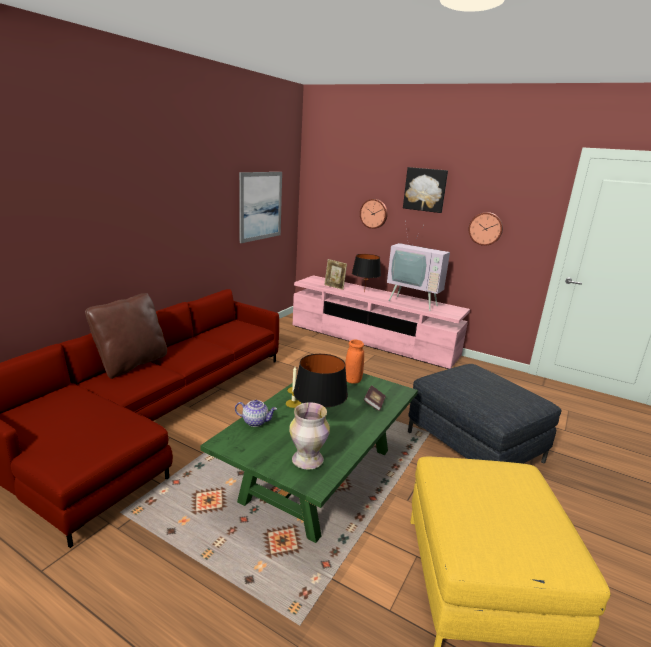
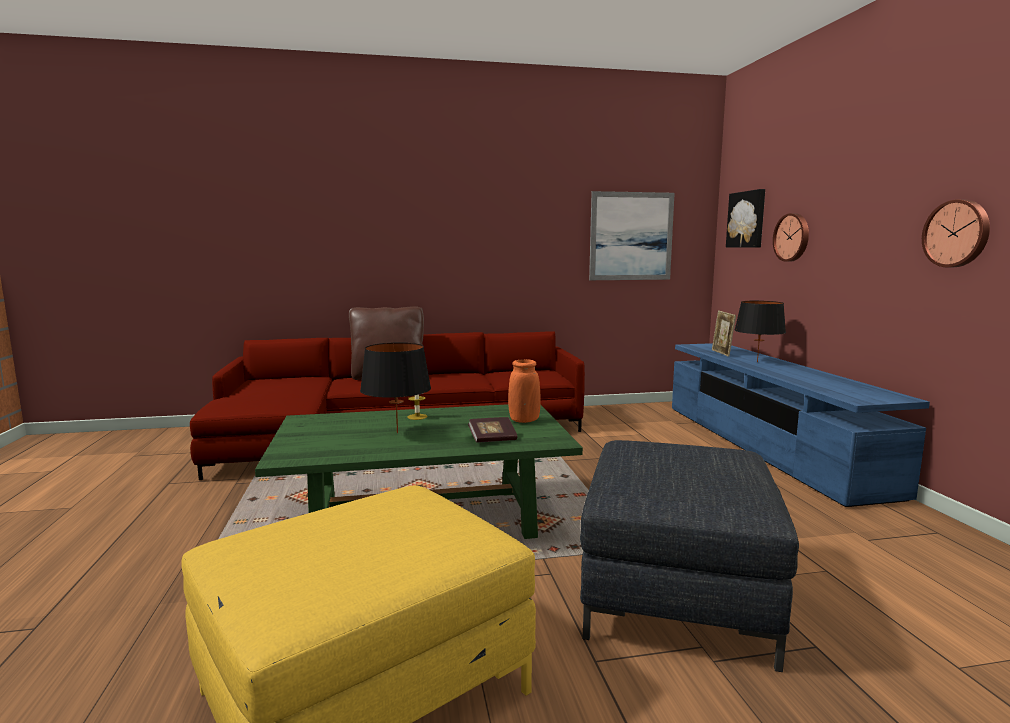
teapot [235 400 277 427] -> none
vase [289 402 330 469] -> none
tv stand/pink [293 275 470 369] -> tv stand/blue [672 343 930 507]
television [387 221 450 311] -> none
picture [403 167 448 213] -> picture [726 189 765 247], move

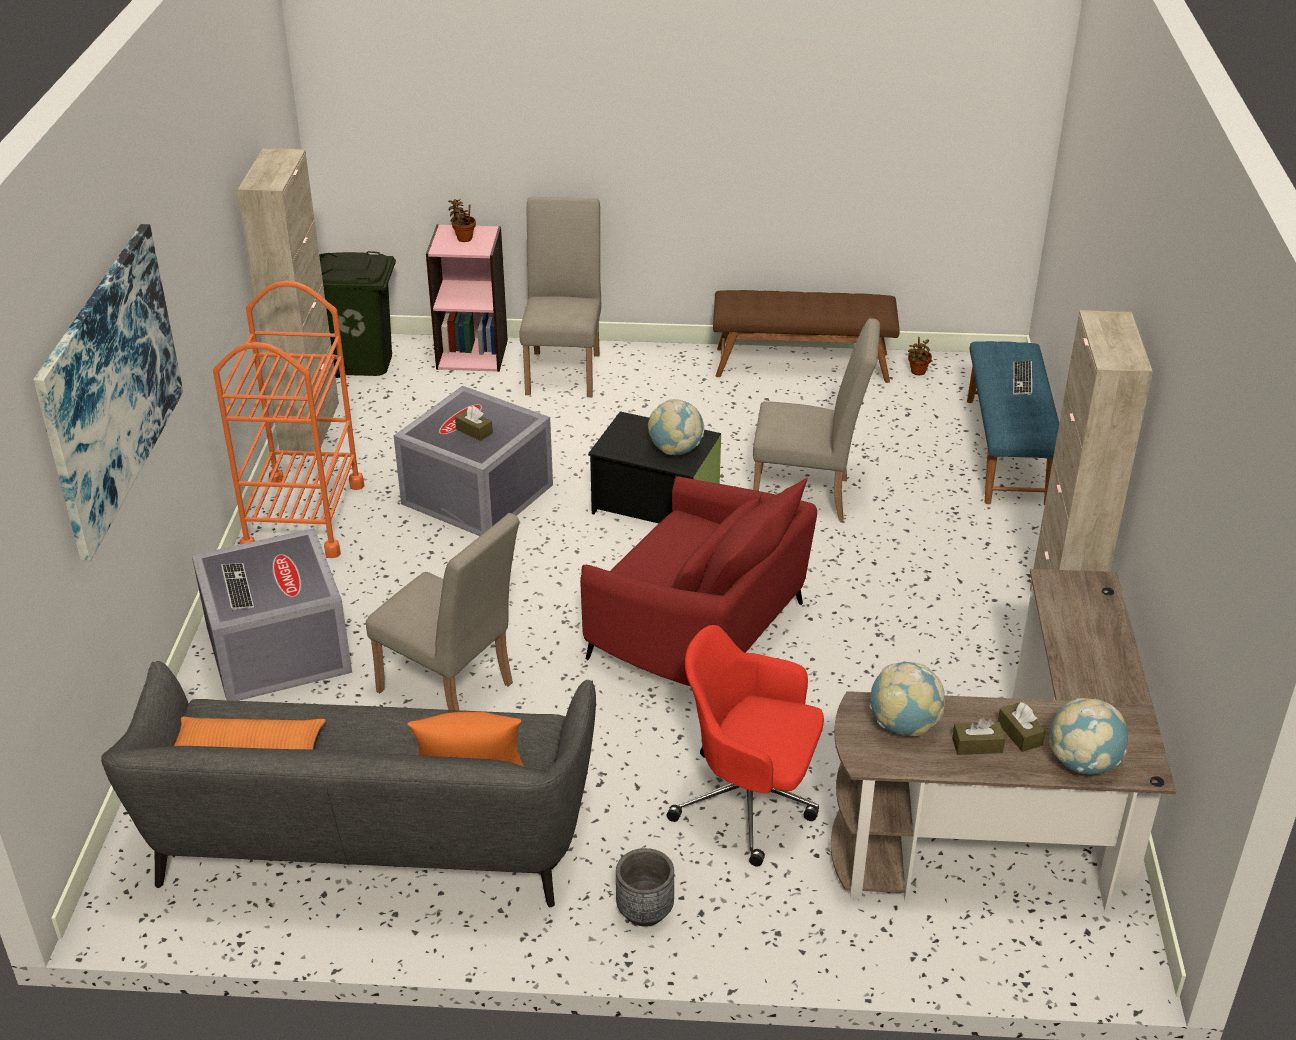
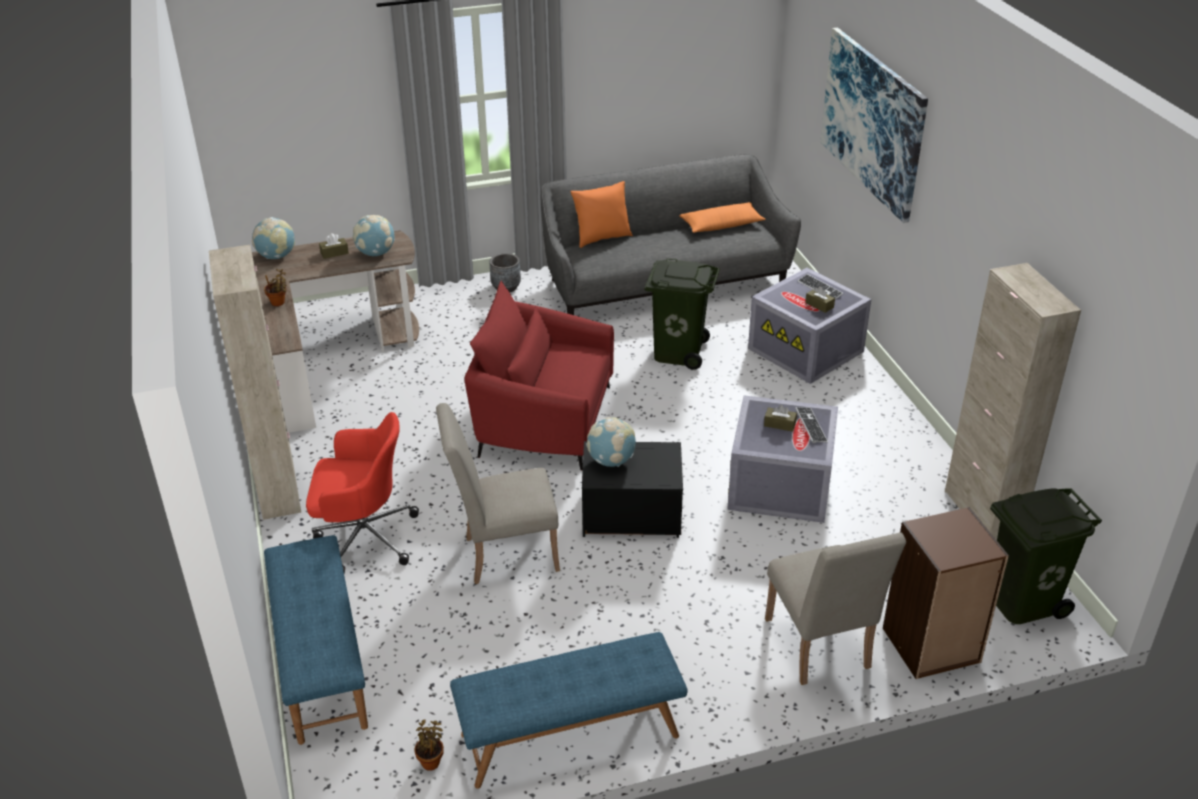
cart/orange [213 281 364 558] -> none
chair/beige [366 513 520 710] -> trash can/green [644 259 720 369]
bookcase/pink [426 224 508 372] -> bookcase/brown [883 507 1009 679]
potted plant [448 199 476 242] -> potted plant [264 269 287 306], move
office chair/red [667 625 824 867] -> office chair/red [306 412 419 573], move
bench/brown [713 290 900 383] -> bench/blue [450 632 688 789]
tissue box/brown [998 702 1045 752] -> tissue box/brown [805 287 835 313], move
keyboard [1013 361 1032 395] -> keyboard [796 407 828 443], move

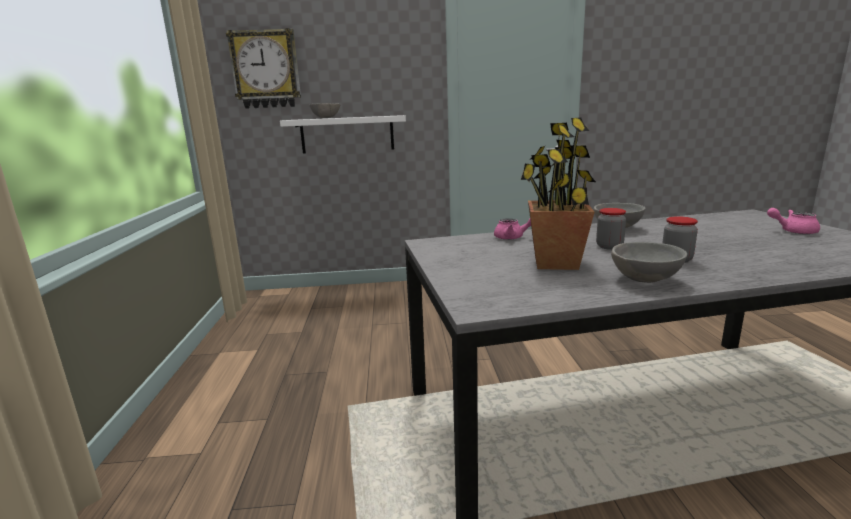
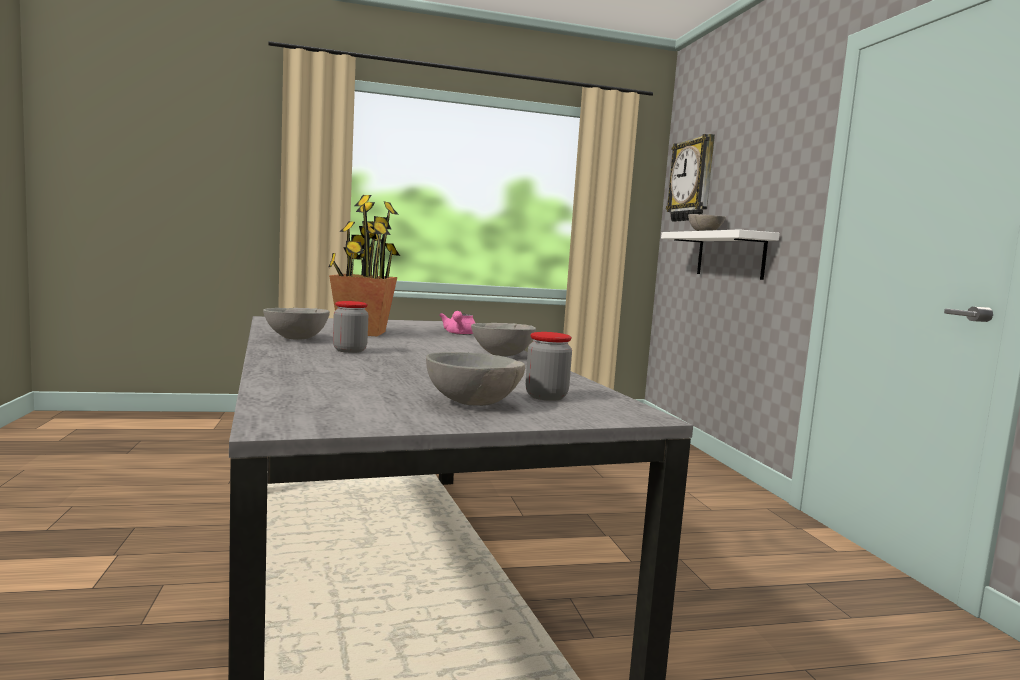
jar [596 208 626 250] -> jar [525 332 572 401], move
teapot/pink [767 208 820 234] -> bowl/grey [426 352 525 406]

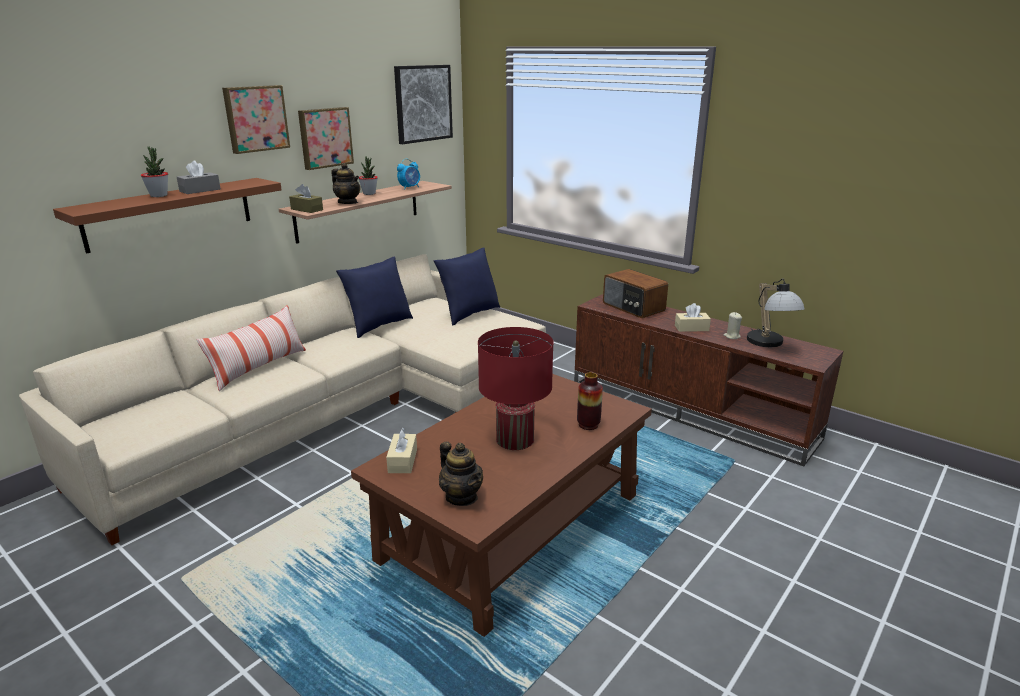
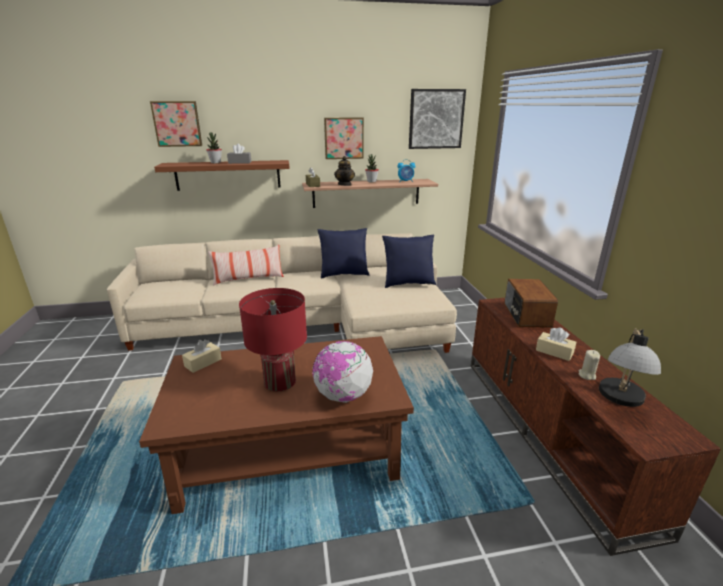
picture [222 85 290 154] -> picture [150 101 202 147], move
teapot [439 441 483 506] -> none
vase [577 372 603 430] -> globe [313 341 373 403]

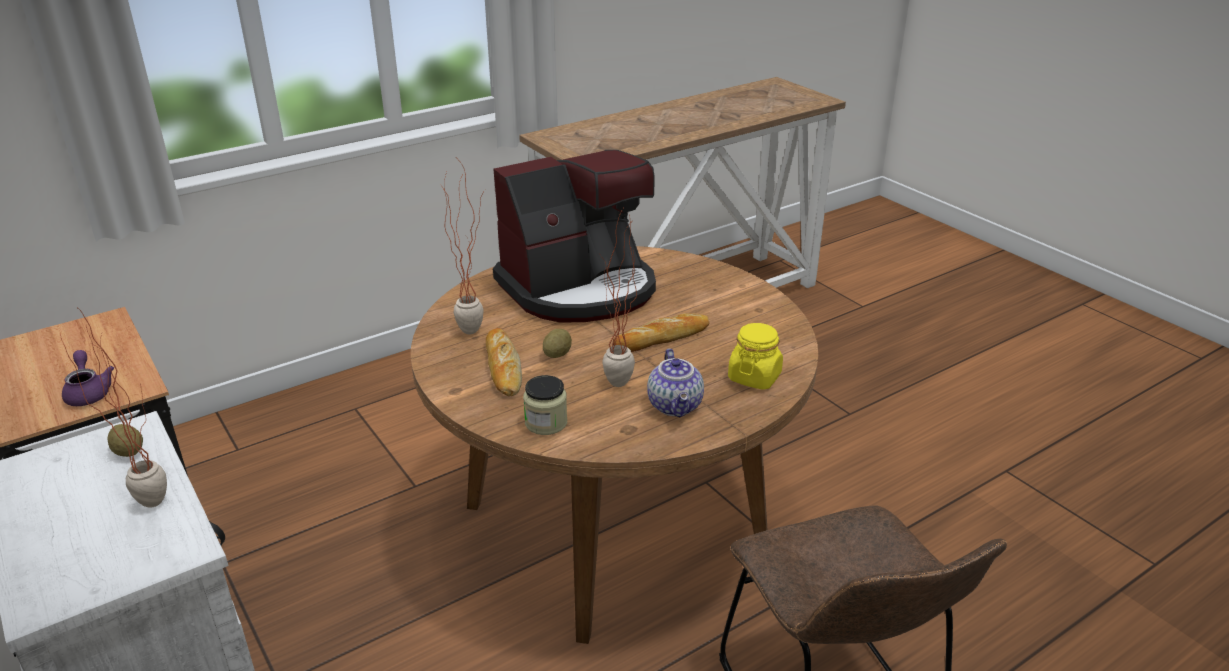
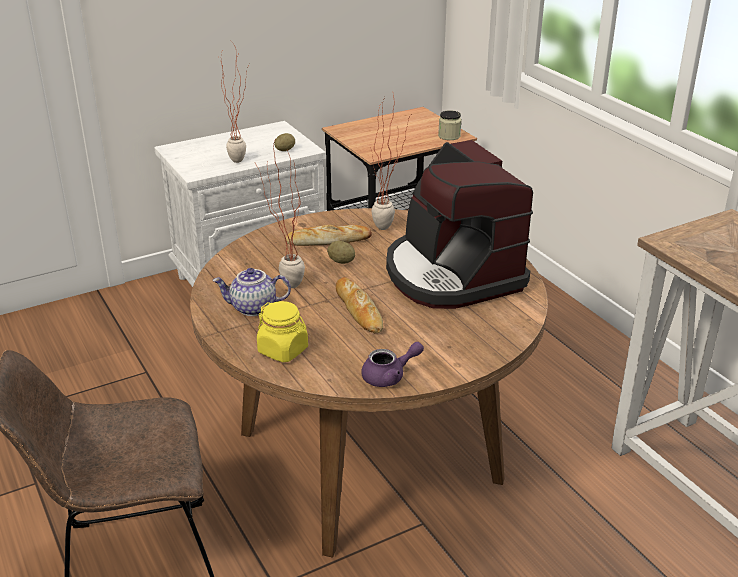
teapot/purple [62 350 114 406] -> teapot/purple [361 342 424 387], move
jar [523 375 567 435] -> jar [438 110 462 140], move

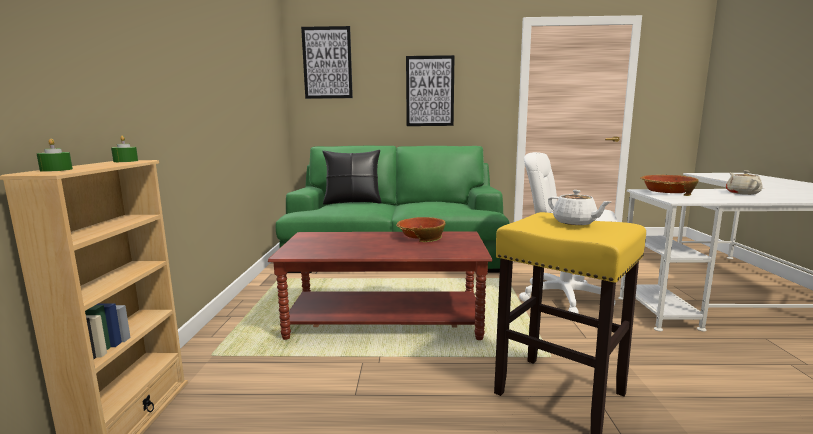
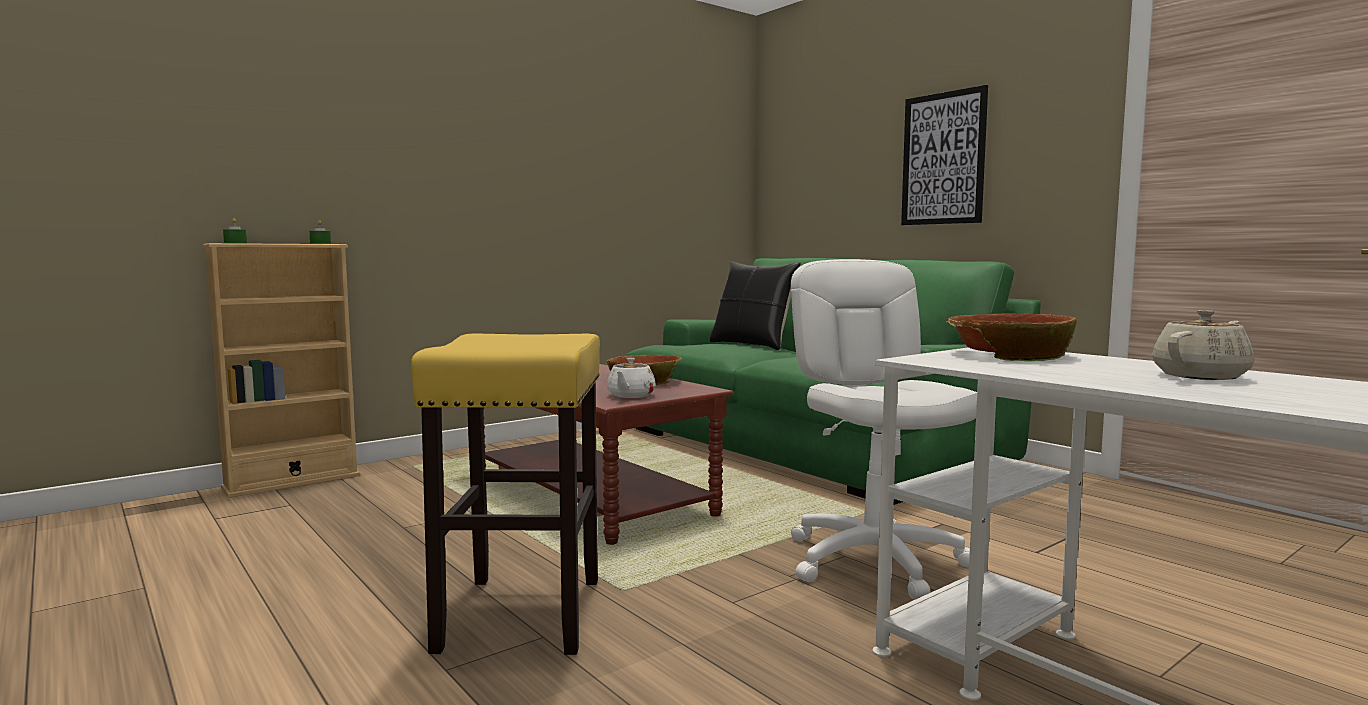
picture [301 26 353 99] -> none
teapot/white [548 190 611 225] -> teapot/white [607 358 656 398], move

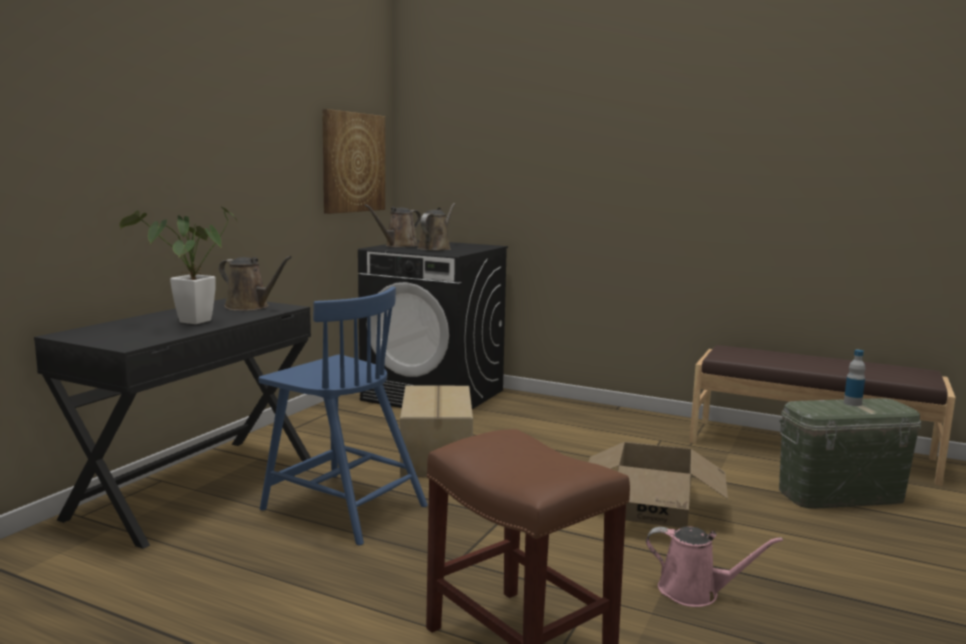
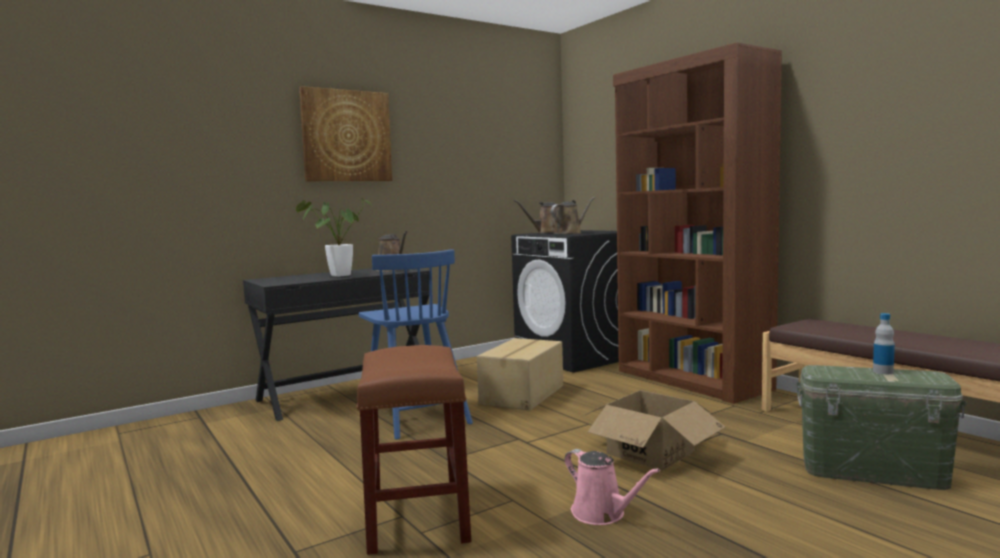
picture [322 109 385 214] -> picture [299 86 392 181], move
none -> bookcase/brown [613 42 782 404]

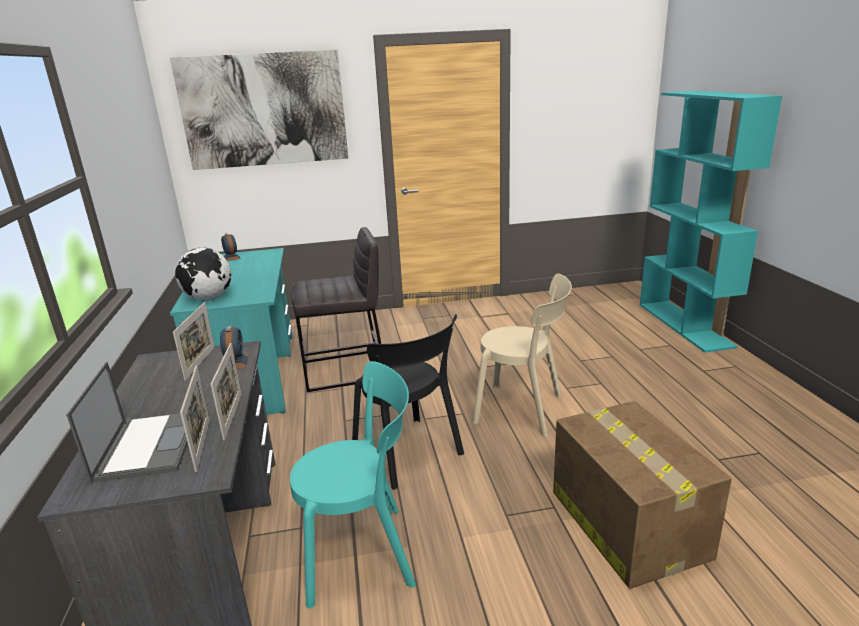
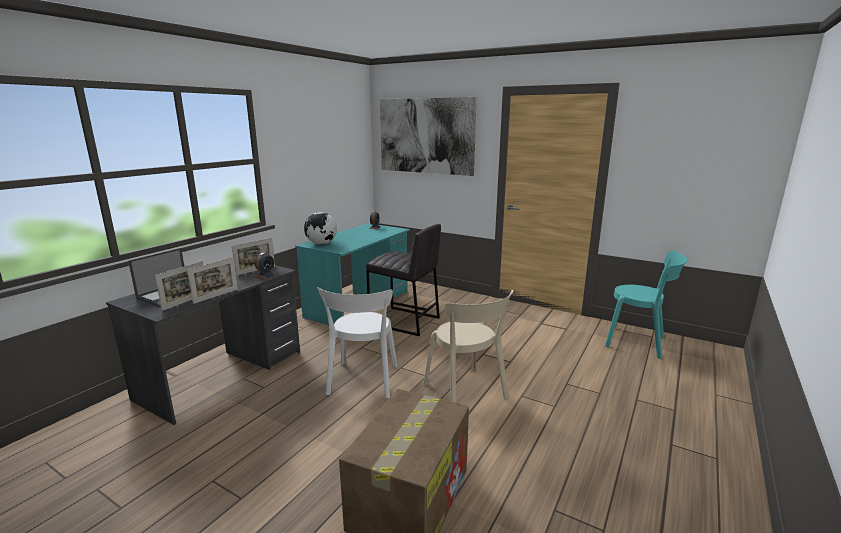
chair/turquoise [290 361 416 609] -> chair/turquoise [605 250 687 359], move
chair/black [352 314 464 490] -> chair/white [317 287 398 398]
bookcase/turquoise [640 91 782 353] -> none

